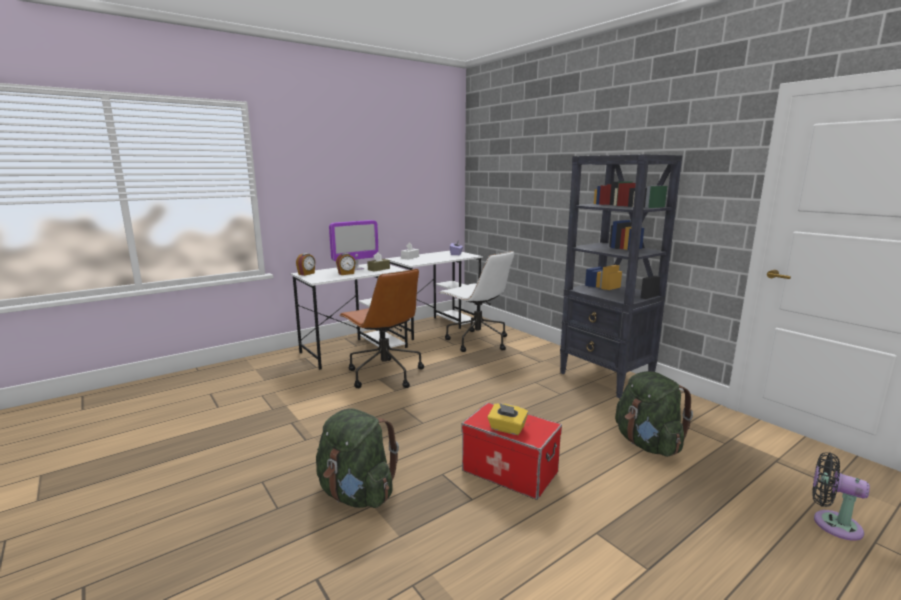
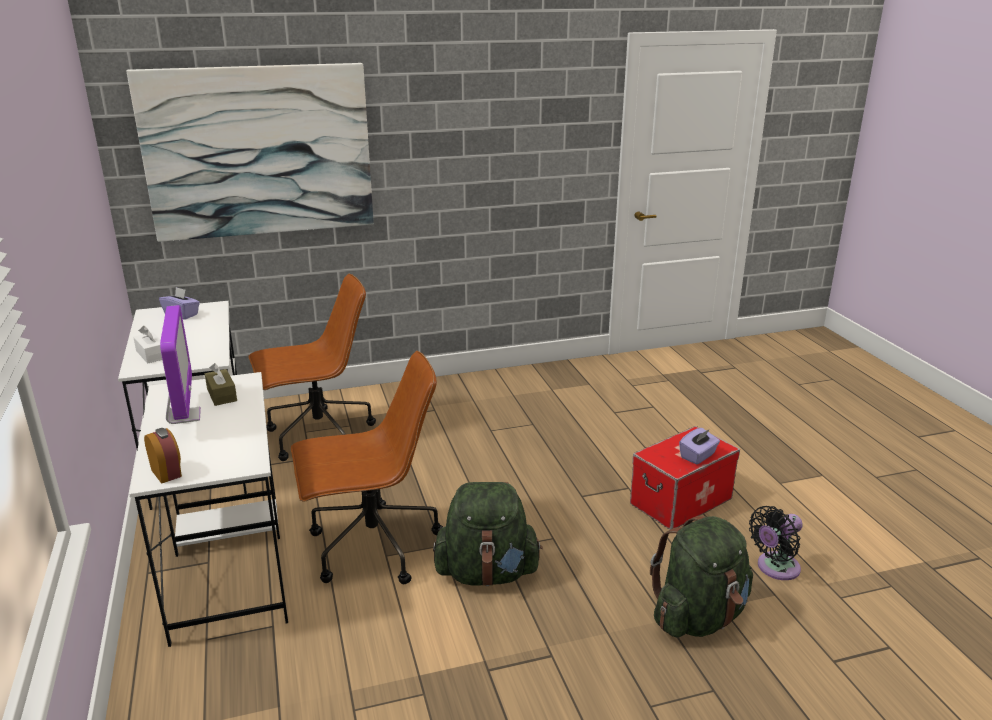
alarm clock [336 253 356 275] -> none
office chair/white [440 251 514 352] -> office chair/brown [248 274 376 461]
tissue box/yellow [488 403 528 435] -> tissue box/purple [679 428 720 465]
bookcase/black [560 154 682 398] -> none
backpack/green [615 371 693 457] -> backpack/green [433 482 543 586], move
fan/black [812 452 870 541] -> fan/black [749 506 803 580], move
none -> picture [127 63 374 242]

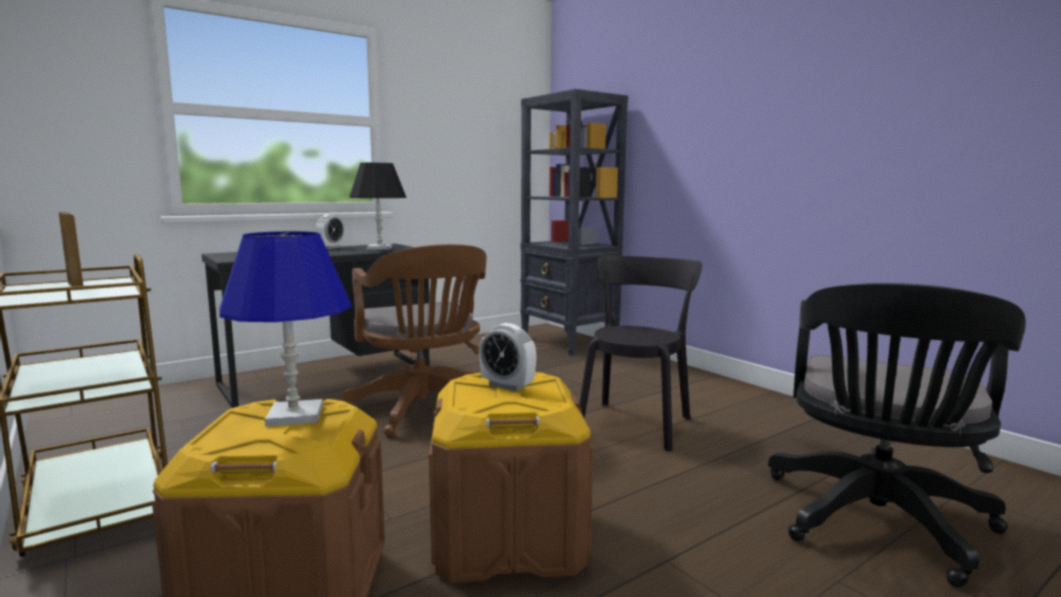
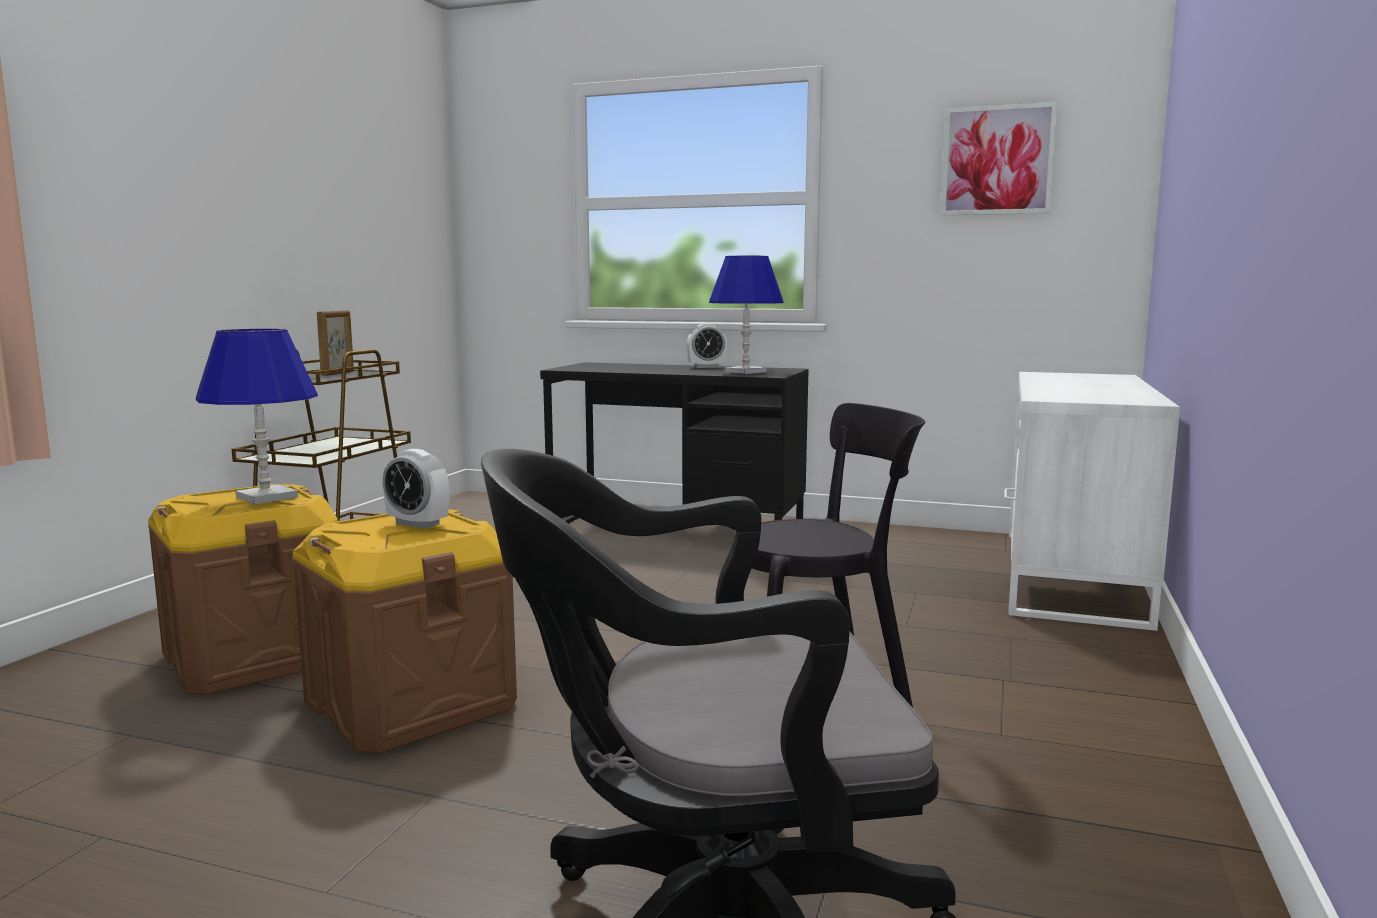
office chair/brown [343 244 487 437] -> none
table lamp/black [349 163 406 250] -> table lamp/blue [709 256 784 374]
alarm clock [479 323 536 391] -> alarm clock [382 449 449 529], 60 degrees counterclockwise
bookcase/black [520 89 628 355] -> desk/white [1004 372 1180 631]
none -> picture [941 102 1057 216]

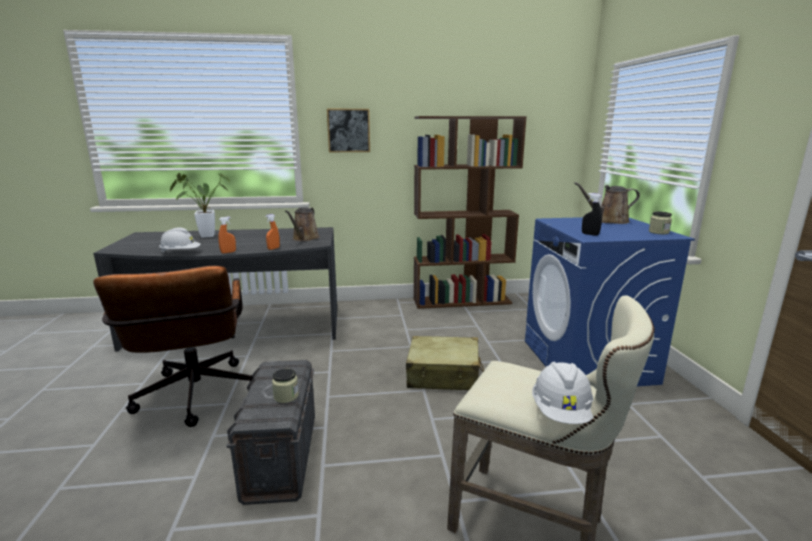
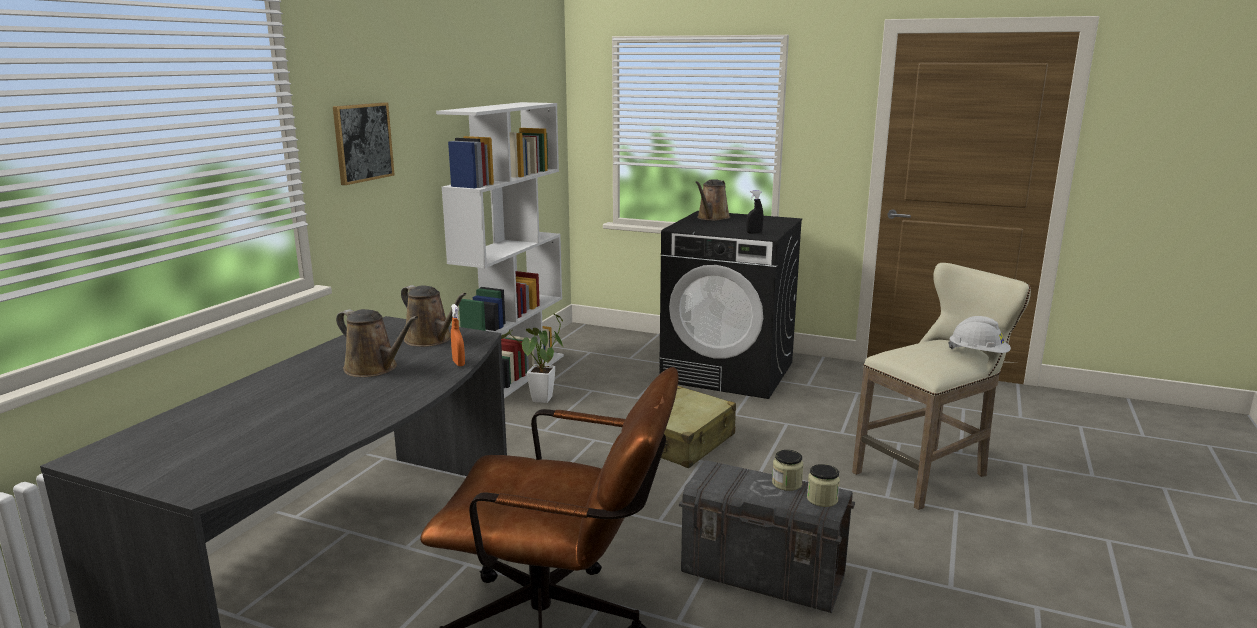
hard hat/white [159 227 200 253] -> none
potted plant [170 173 230 238] -> potted plant [501 314 564 403], move
spray bottle/orange [218 217 236 254] -> none
bookcase/brown [414 116 527 309] -> bookcase/white [436 102 564 398]
washing machine/blue [525 217 695 386] -> washing machine/black [659 211 802 399]
jar [649 212 672 234] -> jar [807 464 840 507], move
none -> watering can/brown [336 309 418 377]

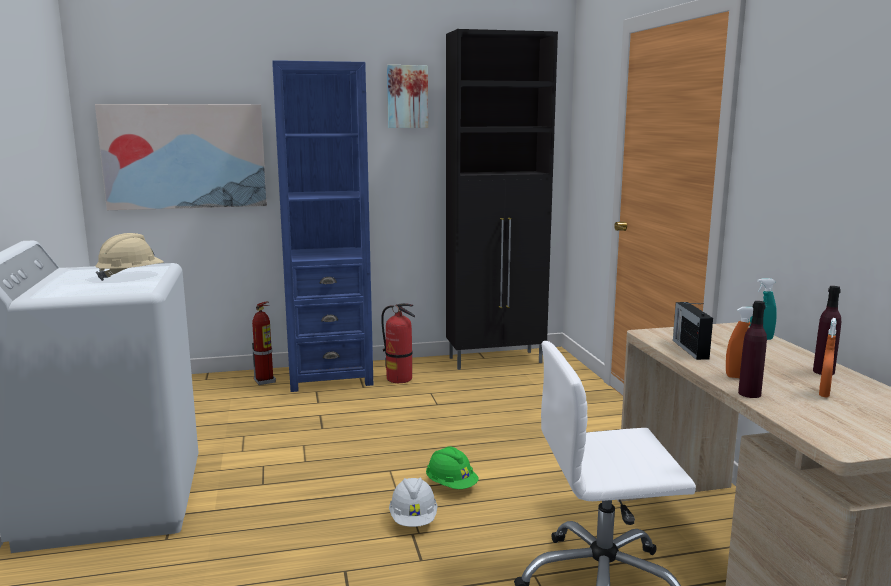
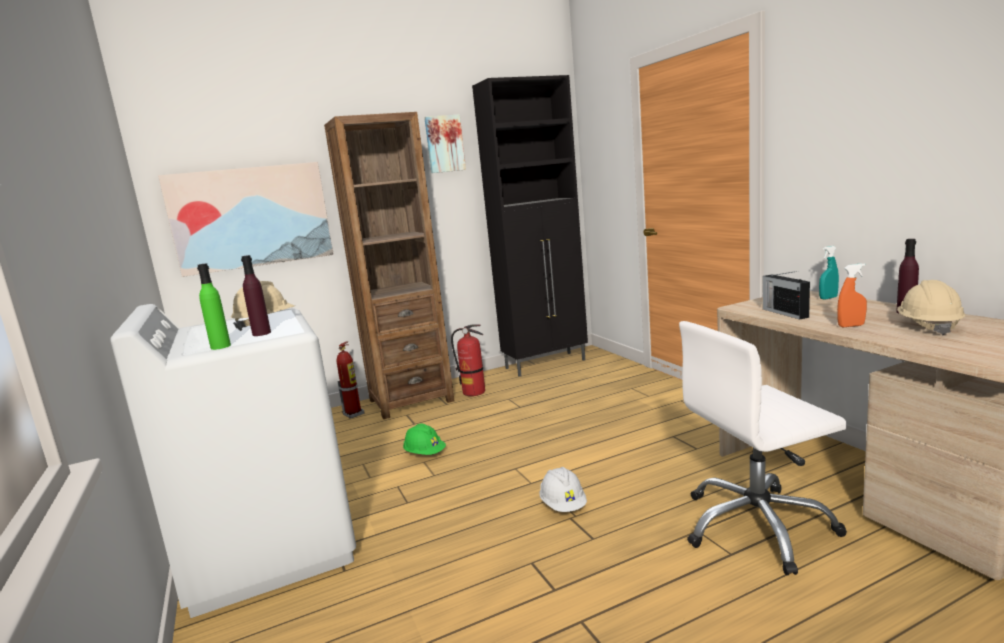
bookcase/blue [273 60 373 392] -> bookcase/brown [324 112 454 419]
hard hat/green [426 447 479 489] -> hard hat/green [403 424 446 455], move
bottle/purple [738 301 767 398] -> bottle/purple [241 255 271 336], move
spray bottle/orange [819 318 837 397] -> hard hat/beige [897 280 965 335]
none -> bottle/green [197 263 231 350]

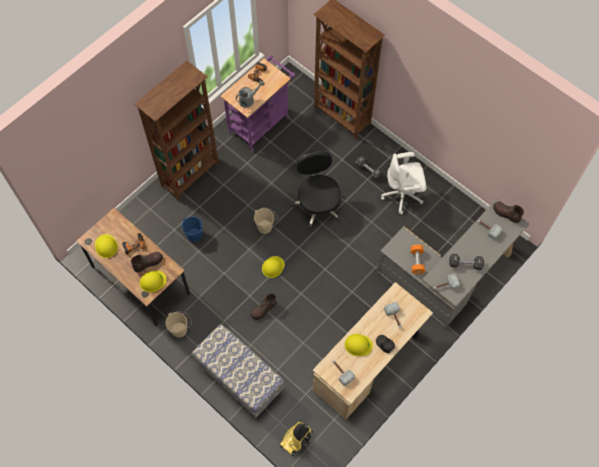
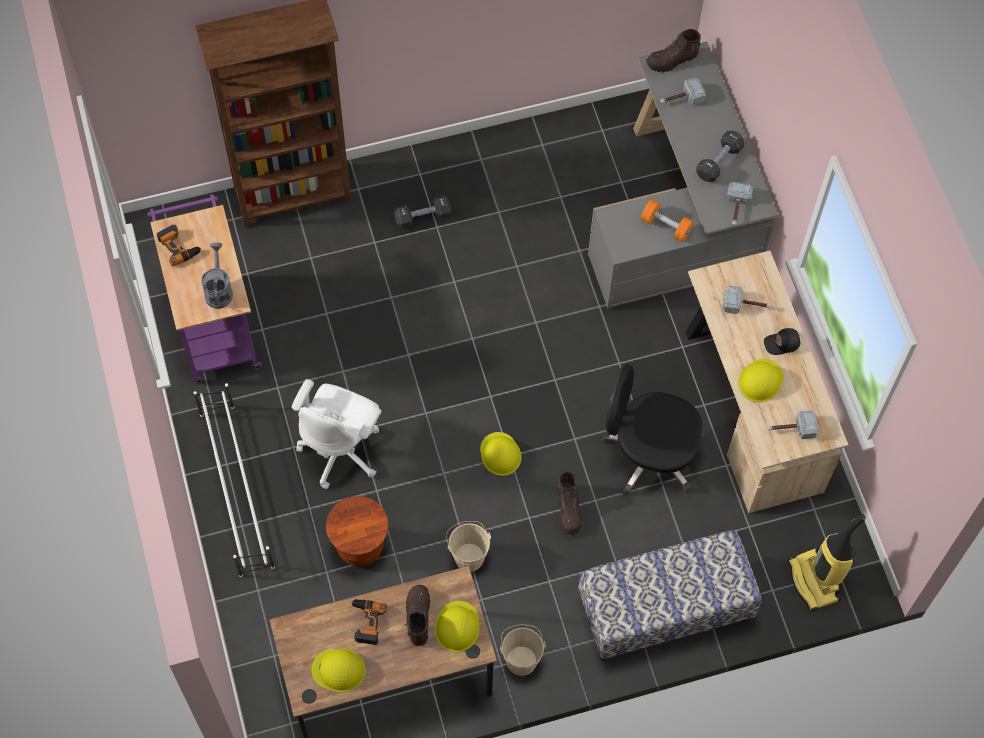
bookcase/brown [135 60 219 200] -> shoe rack/white [193 383 275 577]
bucket/blue [179 216 203 242] -> stool/brown [326 496 389 567]
bucket/beige [254 208 278 234] -> bucket/beige [446 521 491 572], move
office chair/black [292 151 341 229] -> office chair/black [599 364 703 495], move
office chair/white [381 152 426 215] -> office chair/white [292 379 381 489], move

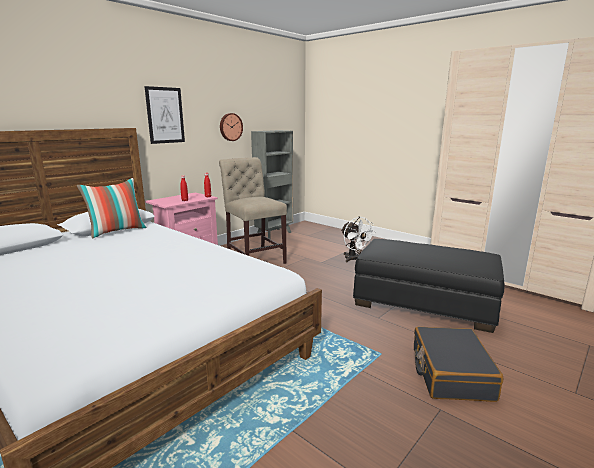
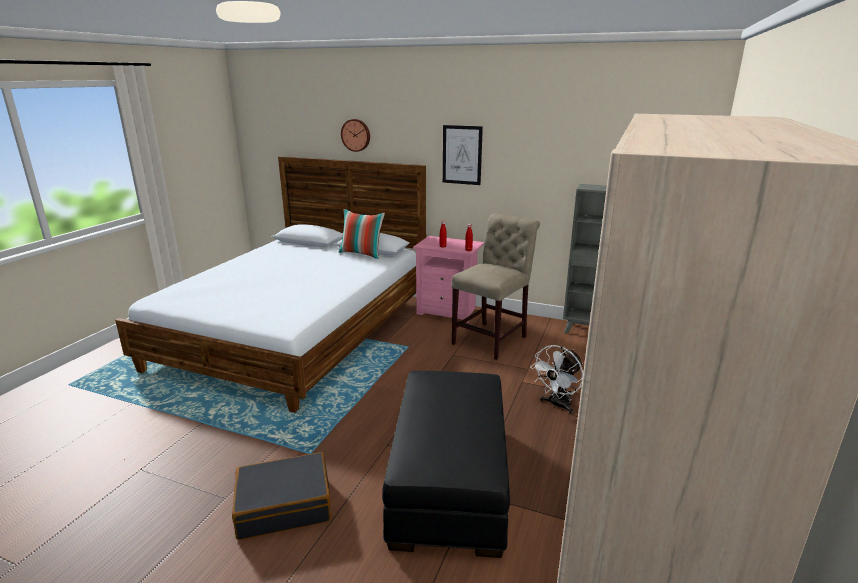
wall clock [220 113 243 141] -> wall clock [341 119 370 152], move

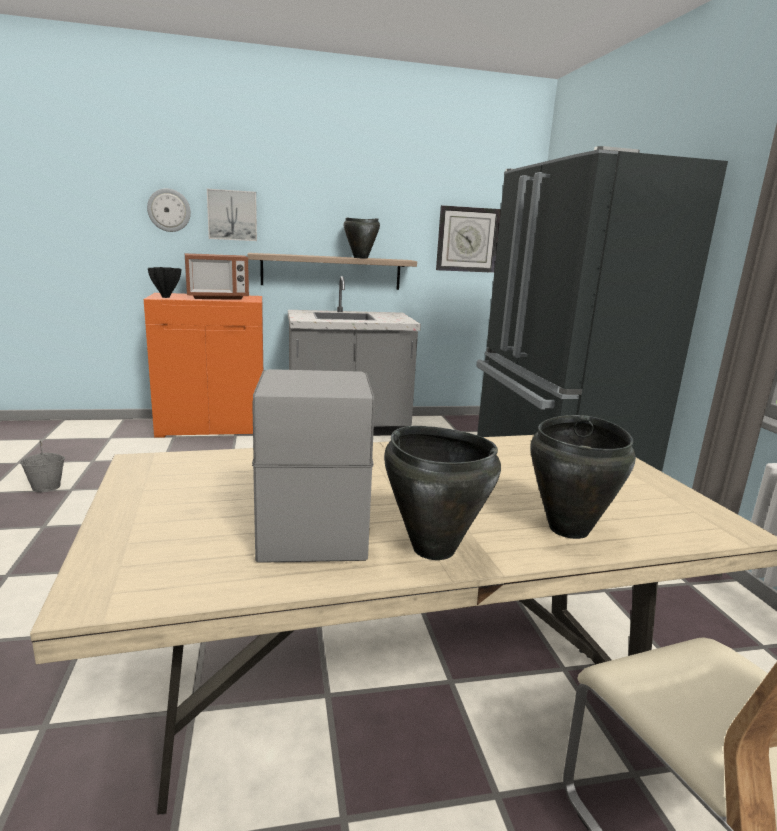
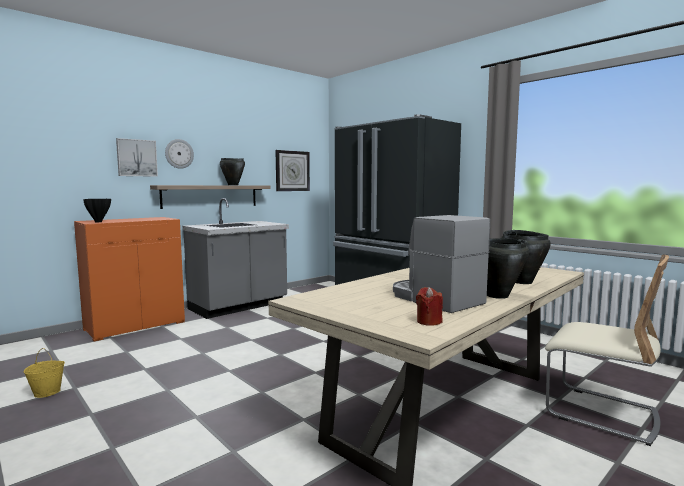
bucket/grey [20 440 65 492] -> bucket/yellow [23 348 65 398]
wall clock [147 188 191 232] -> wall clock [165 139 194 169], move
microwave [185 253 249 300] -> none
none -> candle/red [416 287 443 326]

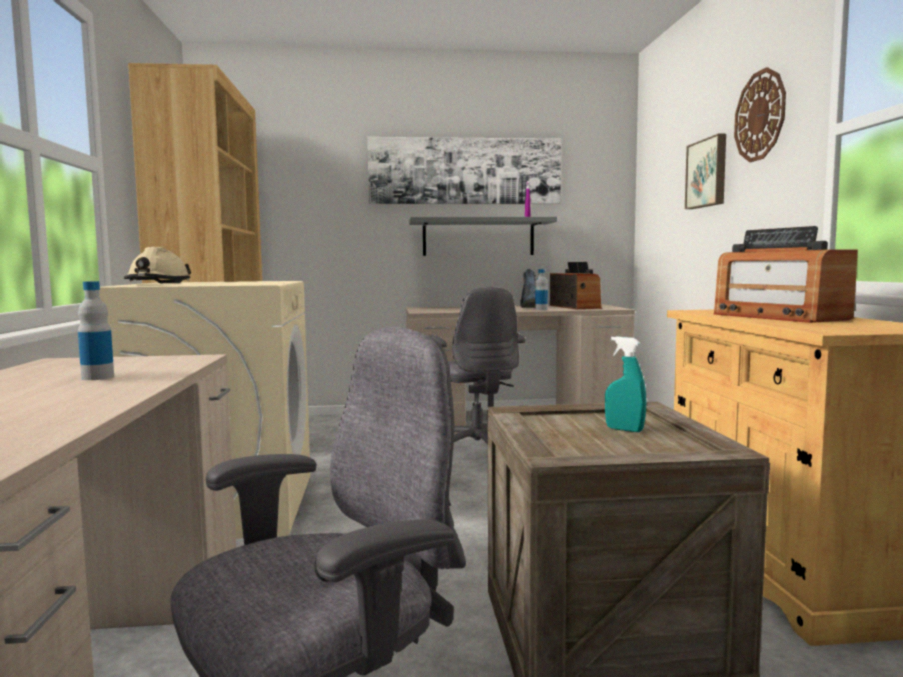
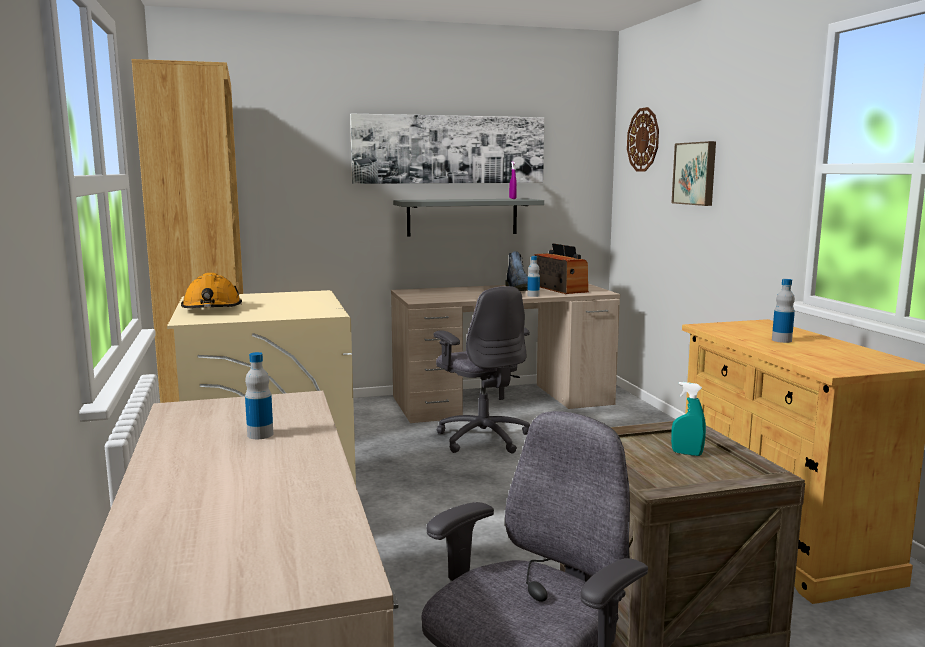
hard hat/beige [124 247 191 283] -> hard hat/orange [181 273 242 308]
radio [714 226 858 323] -> bottle [772 279 795 343]
wall clock [734 67 786 162] -> wall clock [627 107 659 172], move

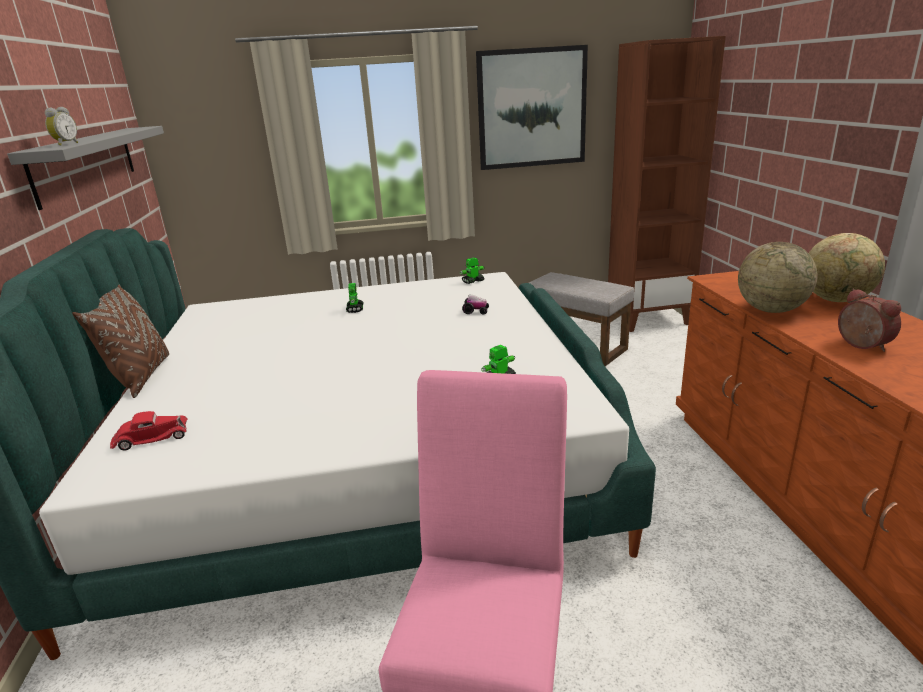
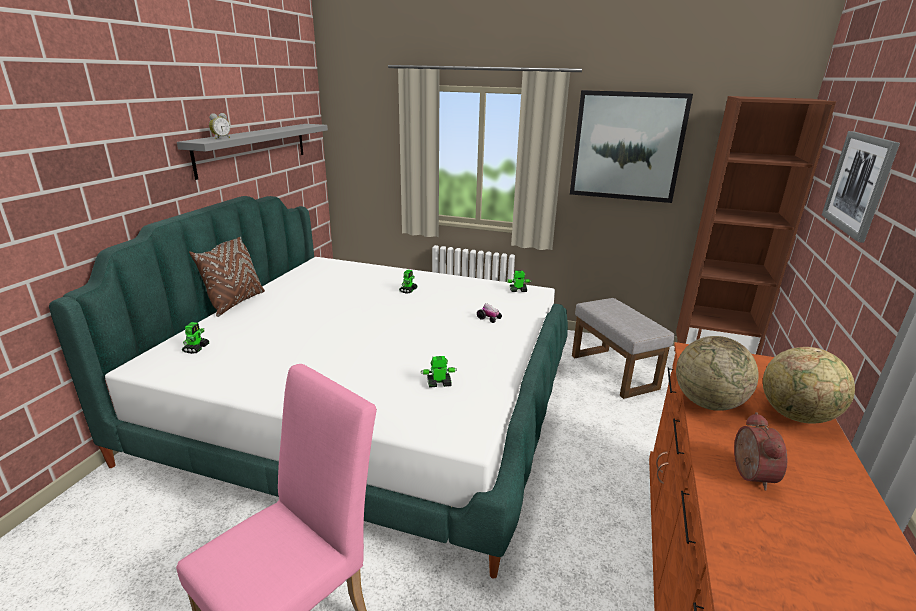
toy car/red [110 411 188 451] -> toy robot [182 322 210 354]
none -> picture [822 131 900 243]

